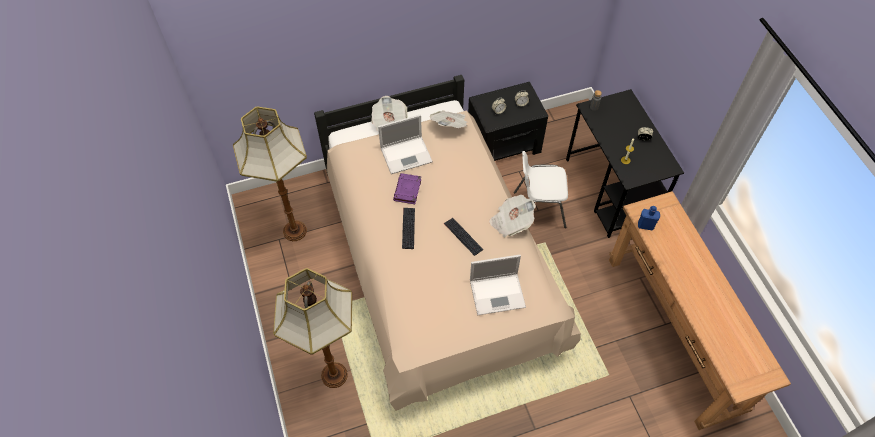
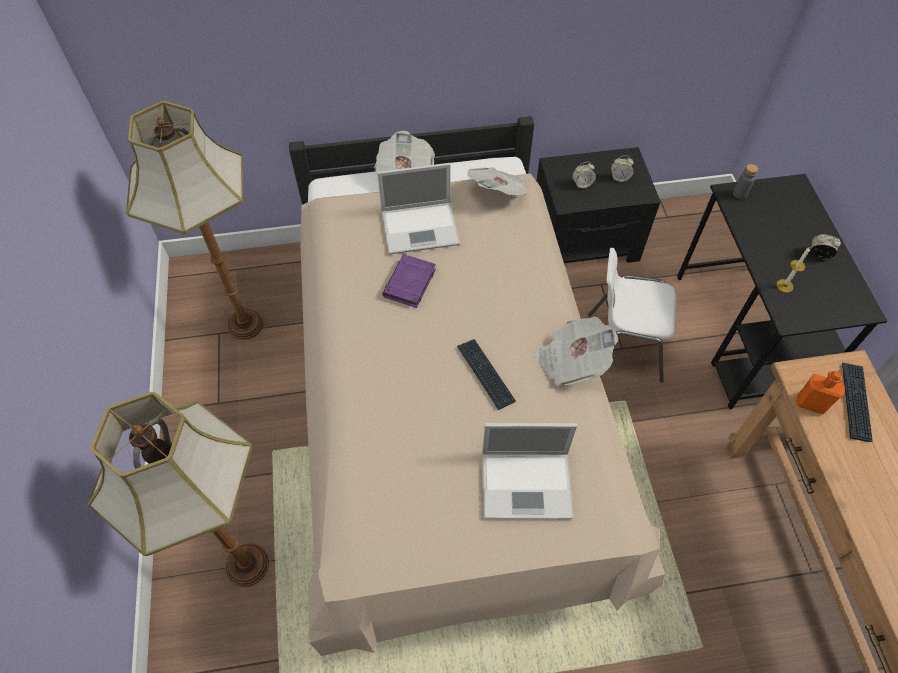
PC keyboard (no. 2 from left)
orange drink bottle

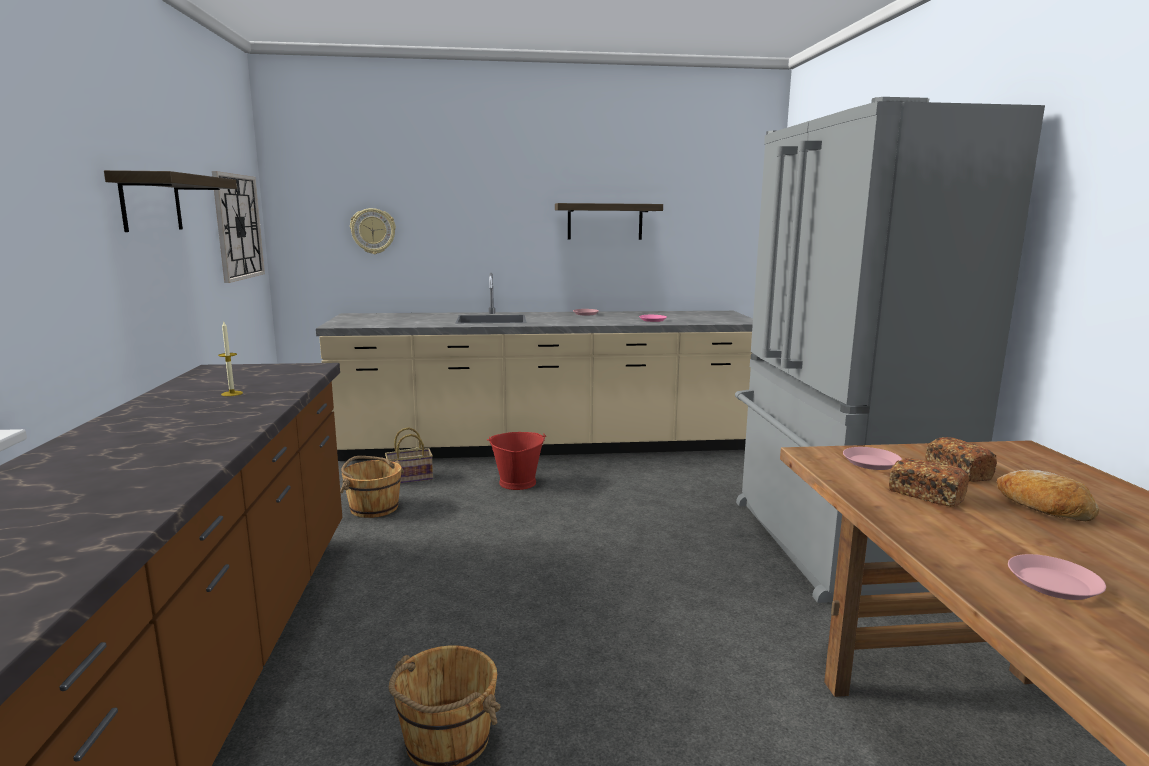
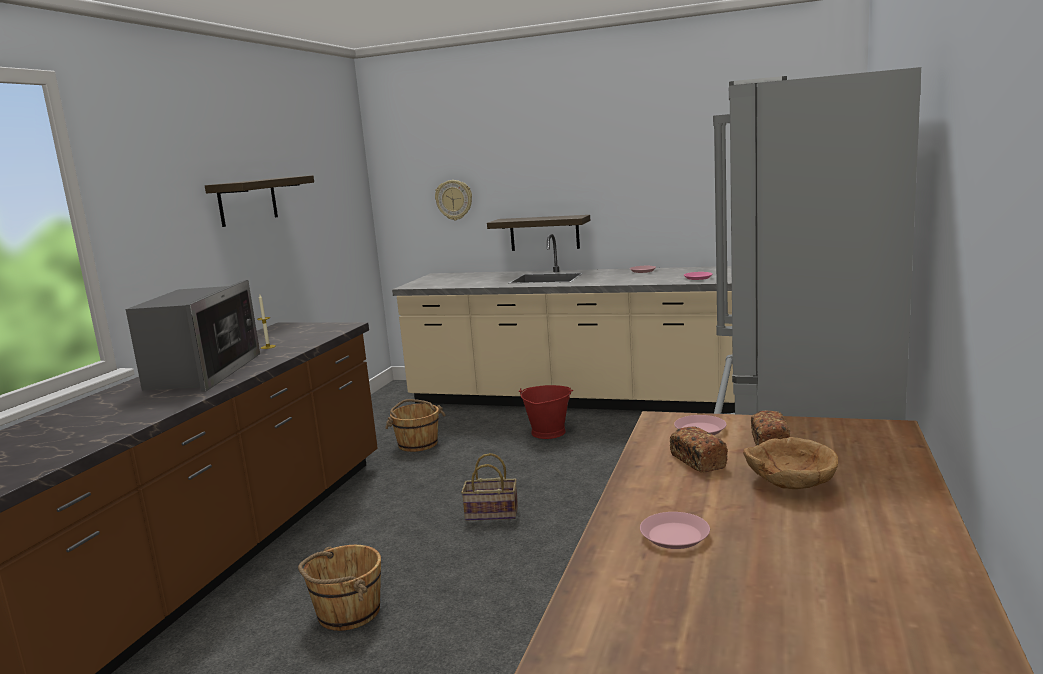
hanging clock (no. 1 from left in the first image)
kitchen microwave
household basket
wall shelf (no. 2 from left)
brownish deep dish

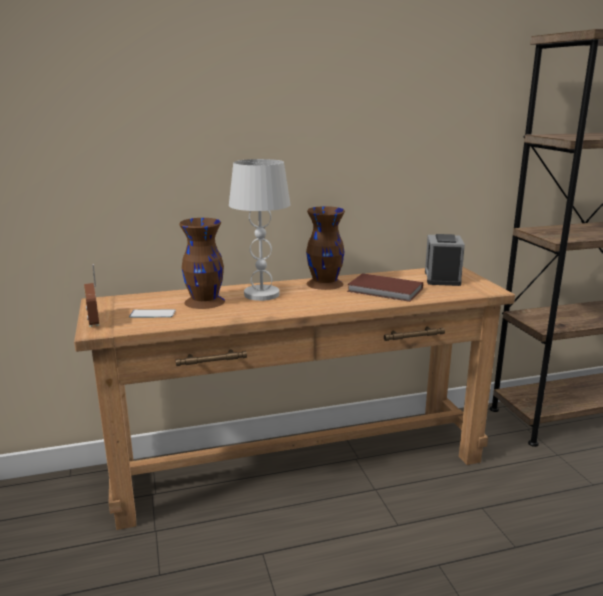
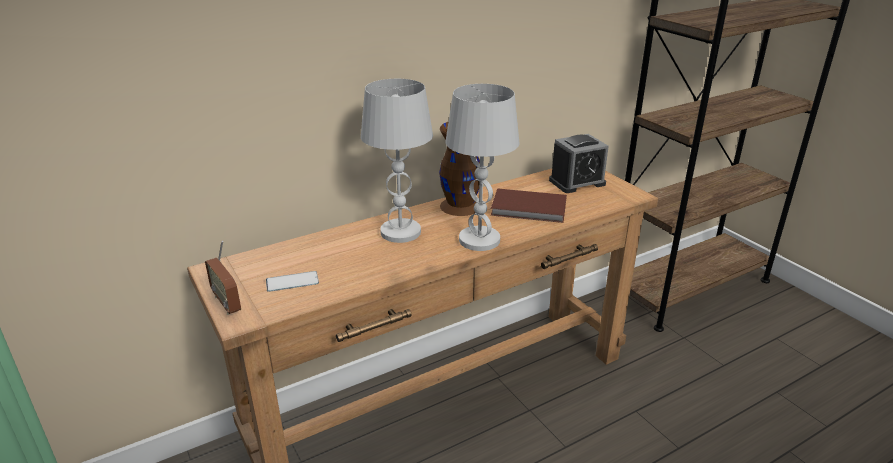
brownish flower vase (no. 1 from left in the first image)
white-coloured lamp for a table (no. 2 from left)
table clock

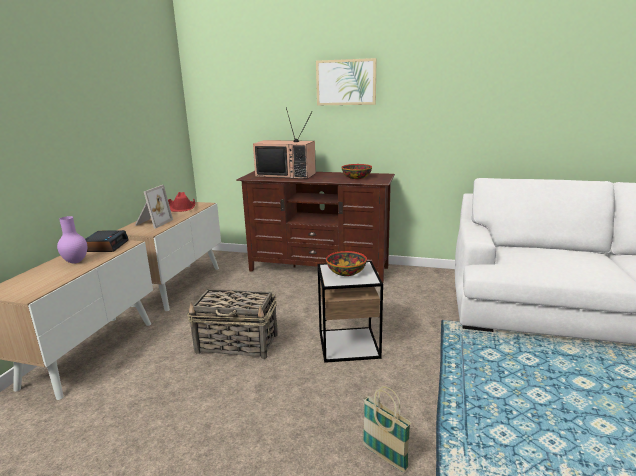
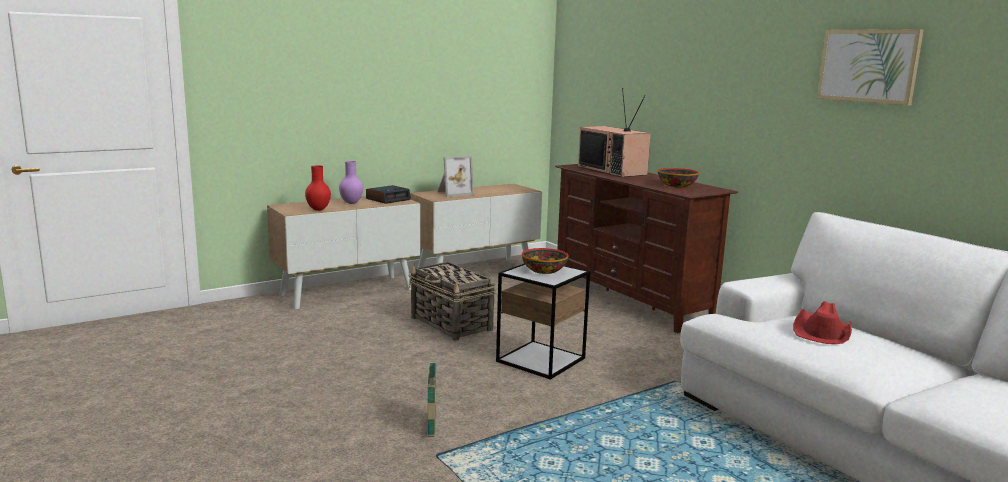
red-coloured flower vase
red-coloured hat
wall picture

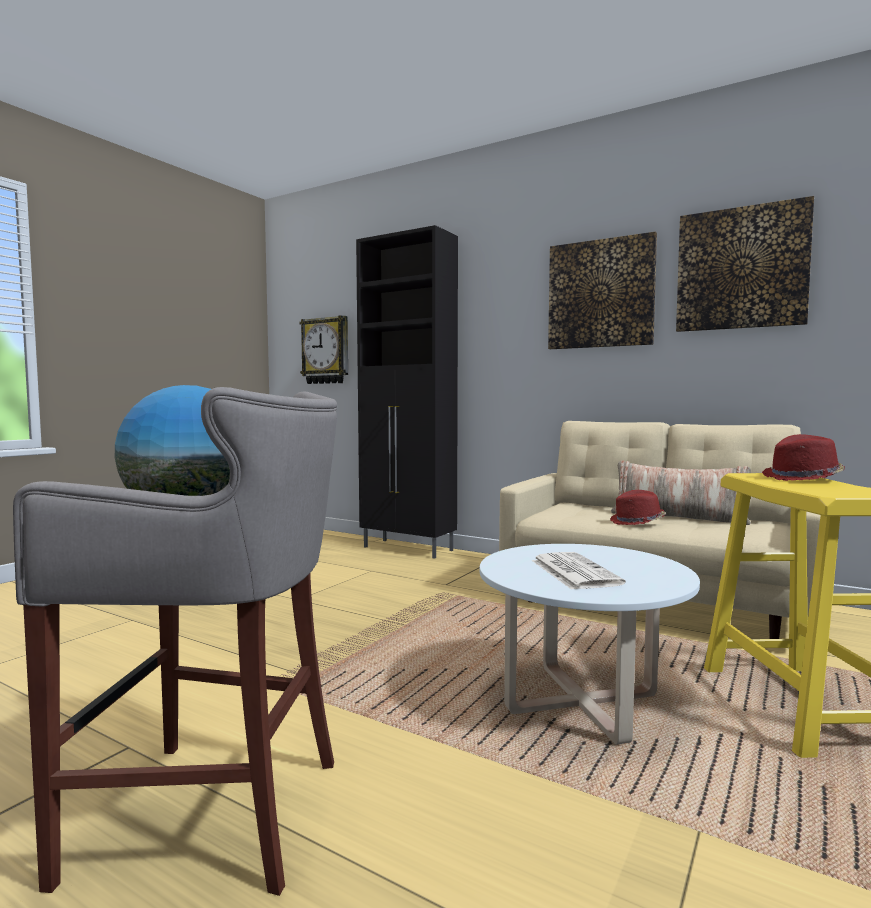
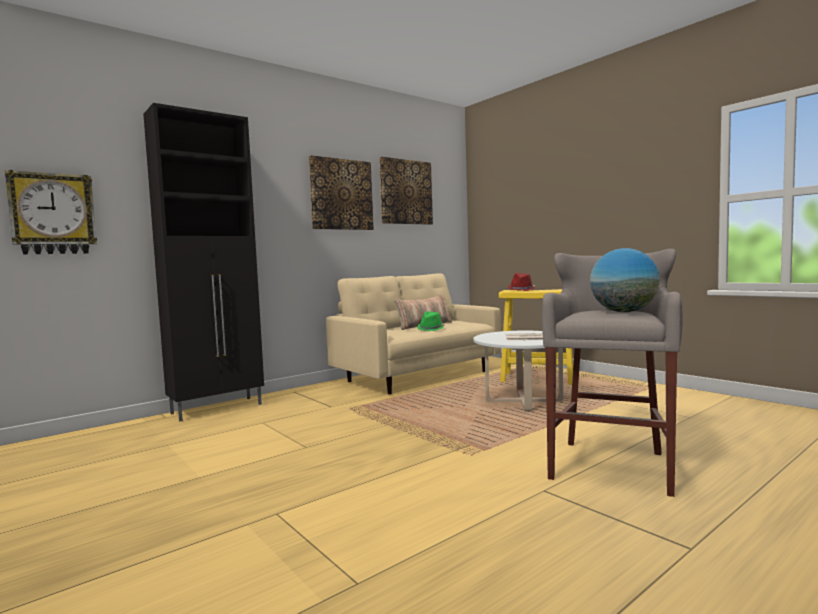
green hat

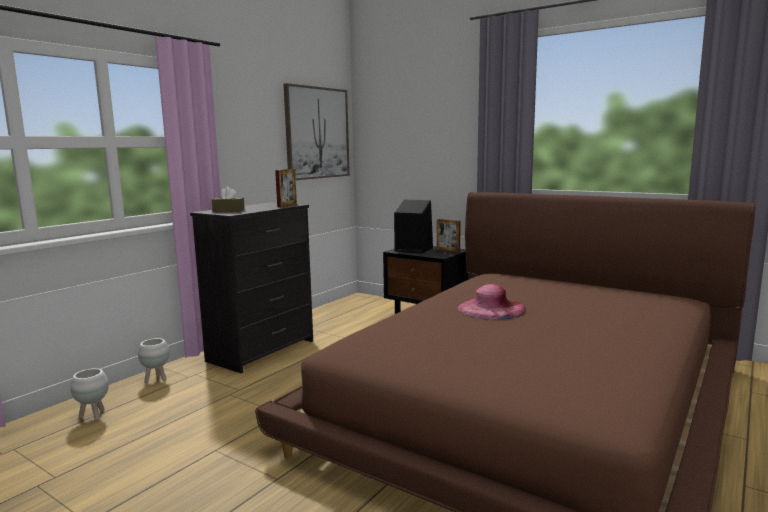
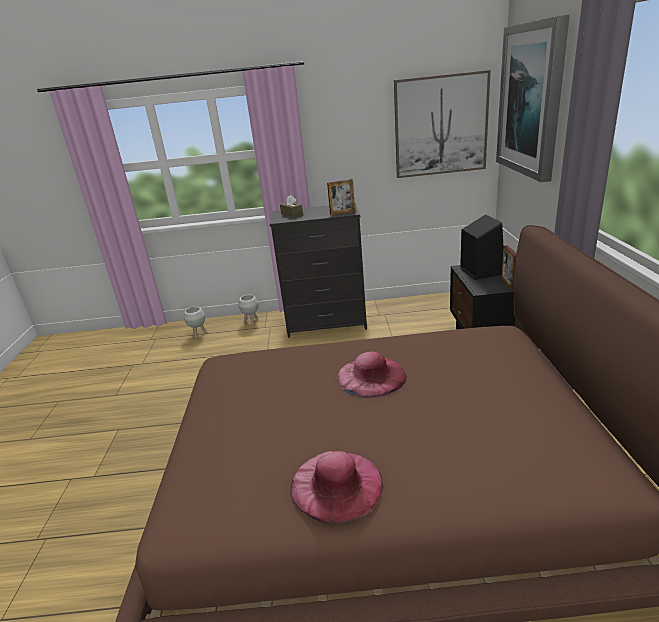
pinkish hat (no. 1 from left)
wall picture (no. 2 from left)

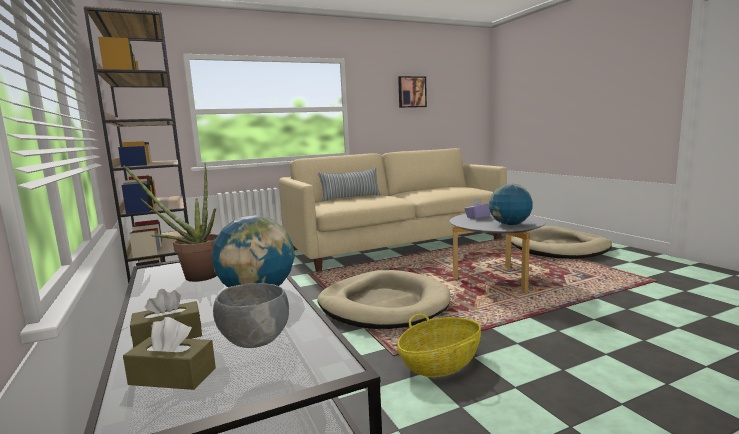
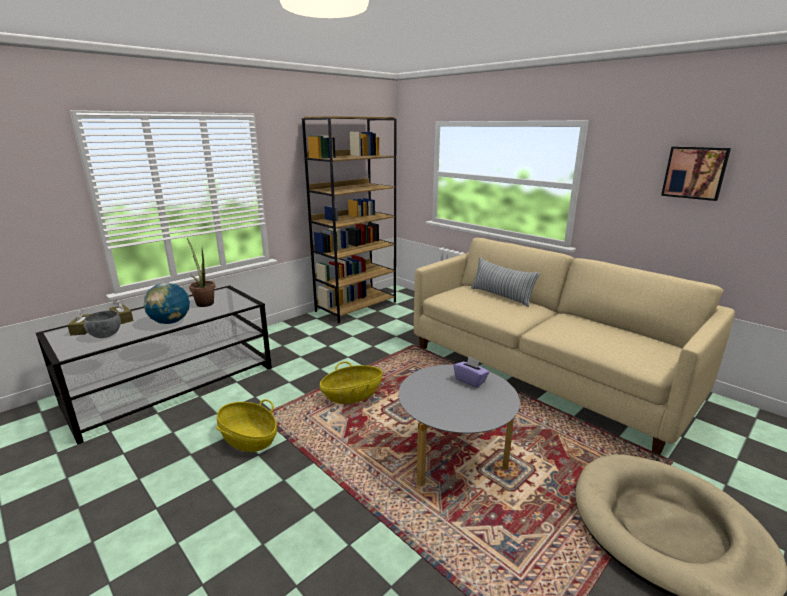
world globe (no. 2 from left in the first image)
household basket (no. 2 from left)

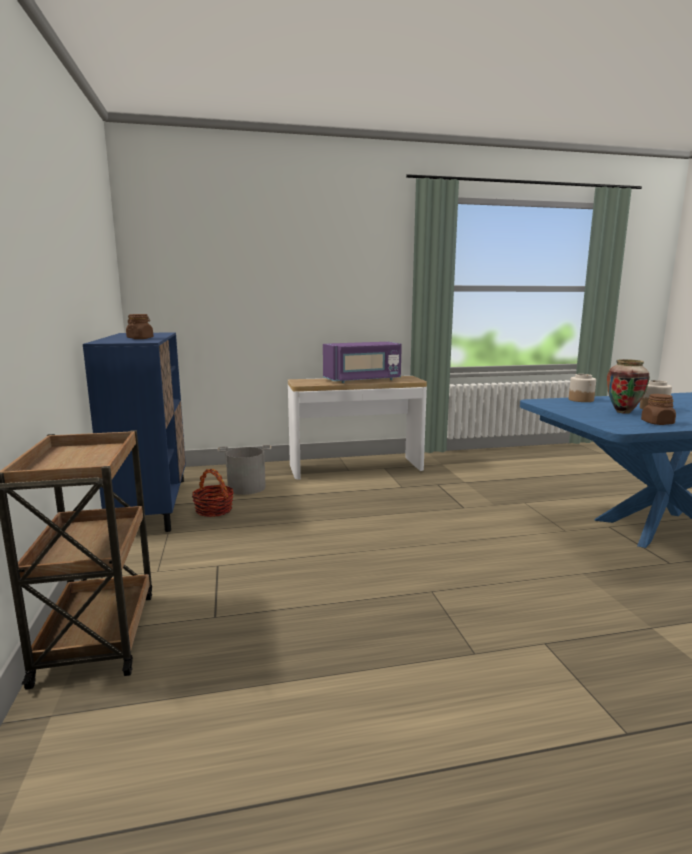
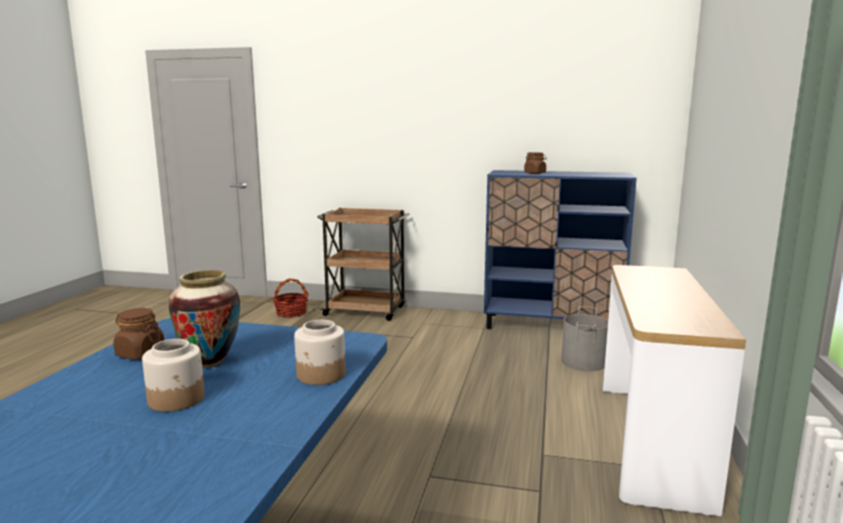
purplish kitchen microwave
household basket

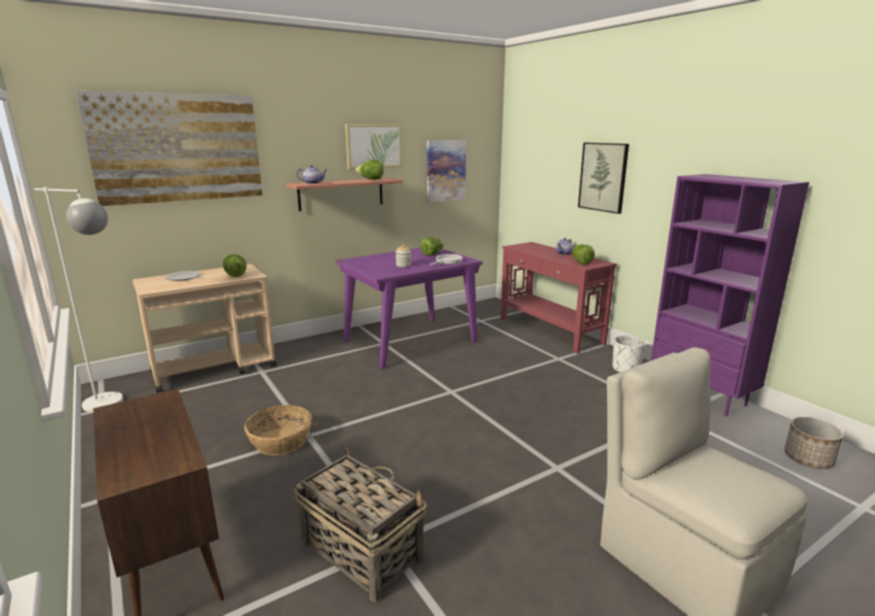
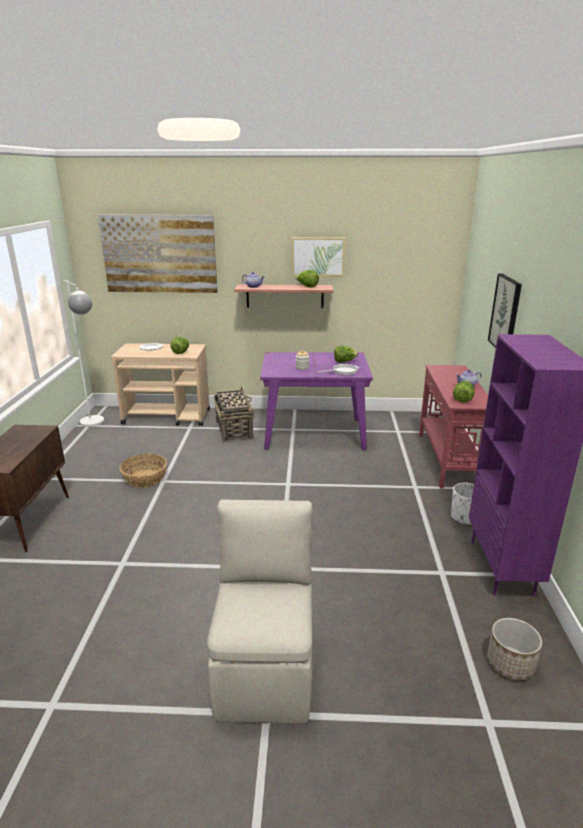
wall picture (no. 3 from left in the first image)
household basket (no. 2 from left)

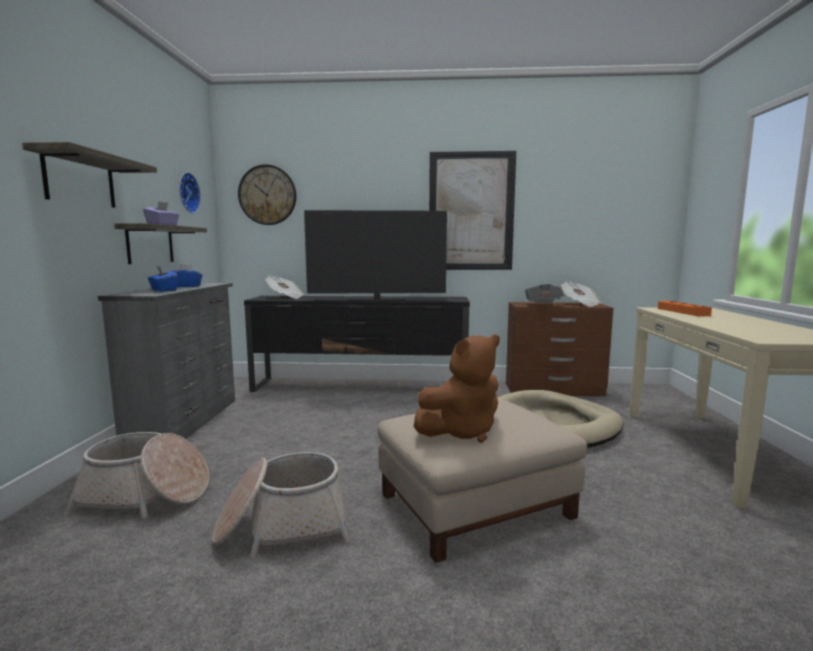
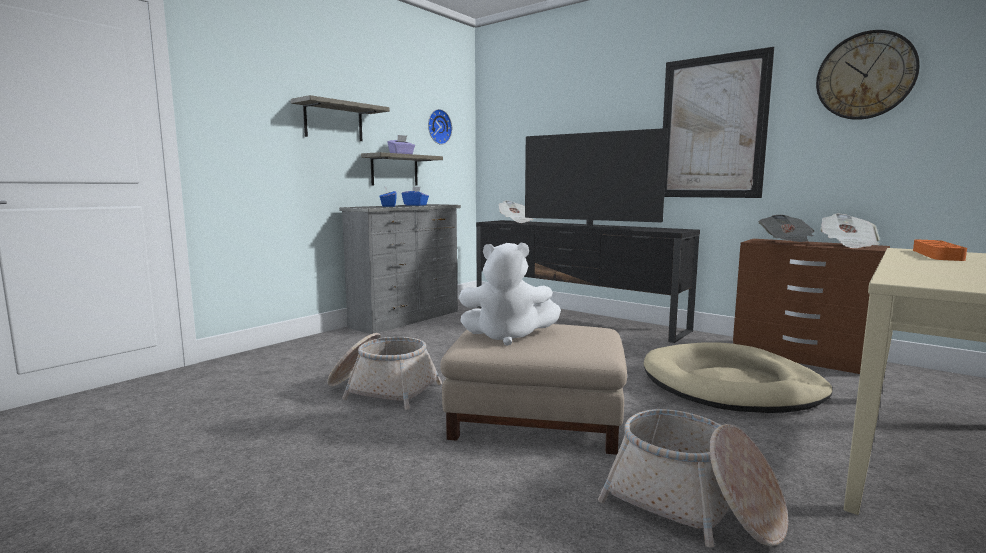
household basket (no. 2 from left)
hanging clock (no. 2 from left)
white-coloured plush toy

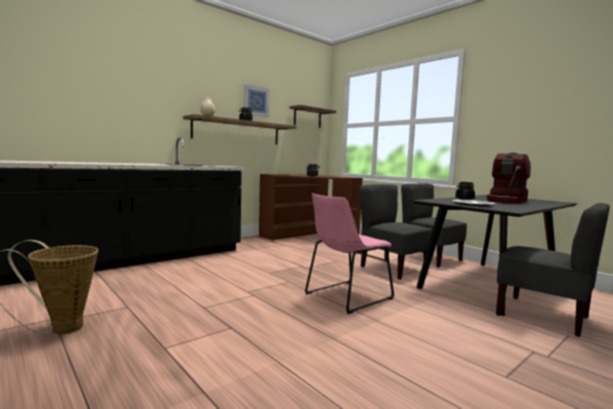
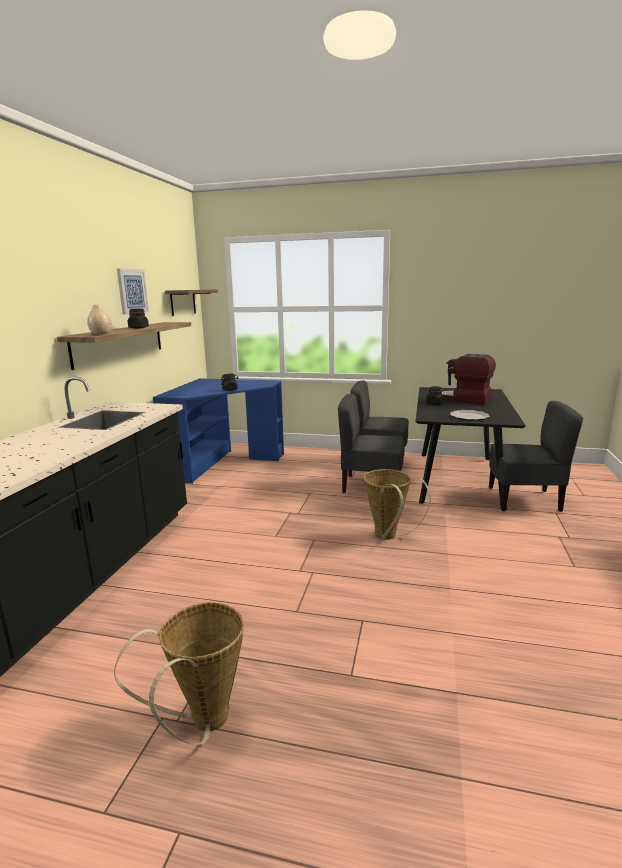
household basket (no. 2 from left)
bluish desk unit
coffee maker

